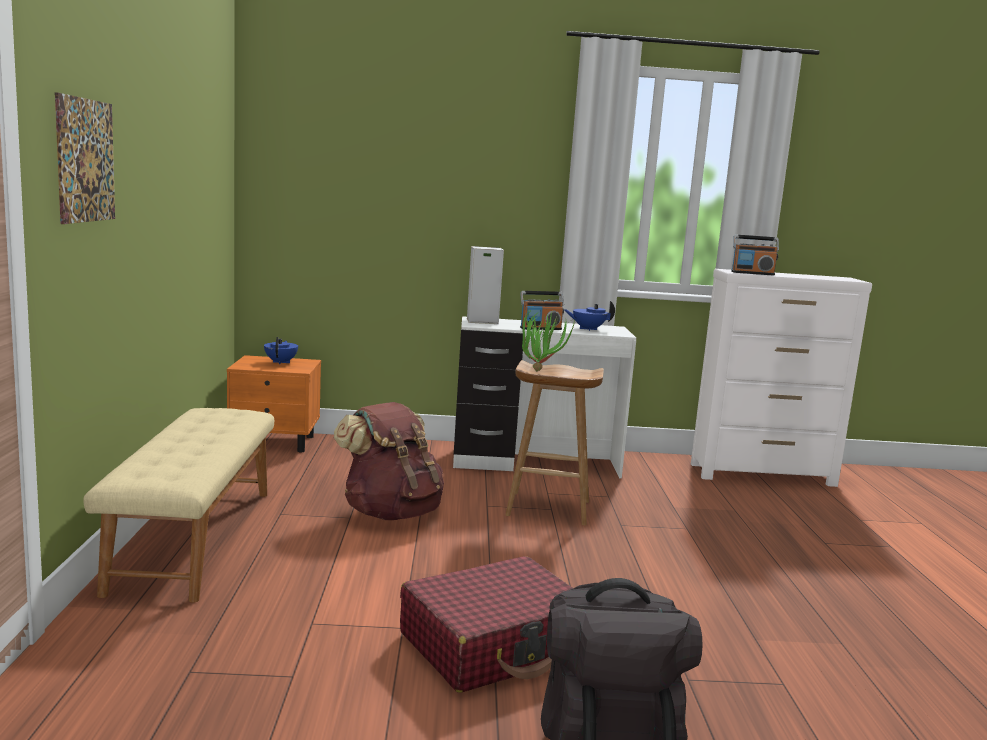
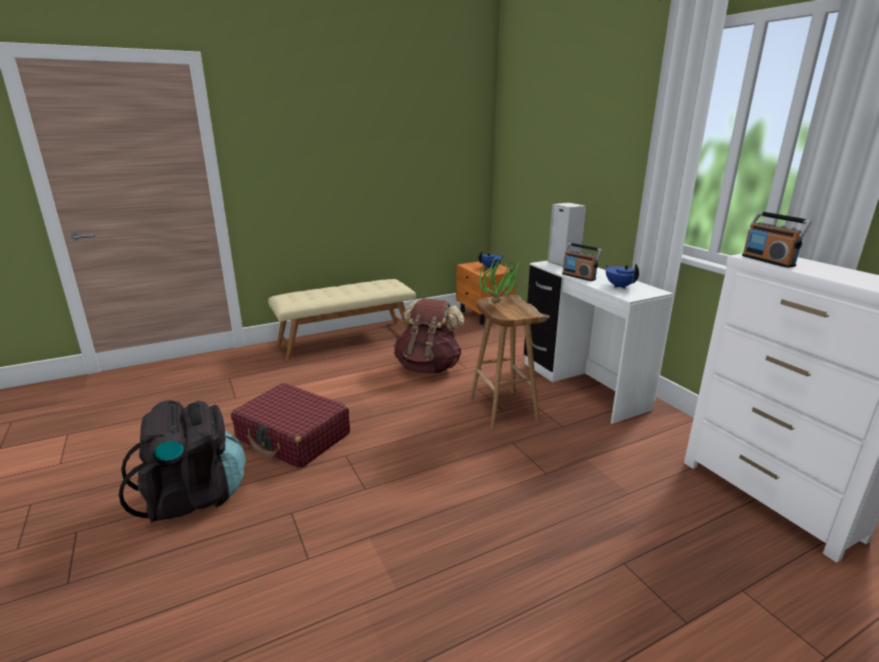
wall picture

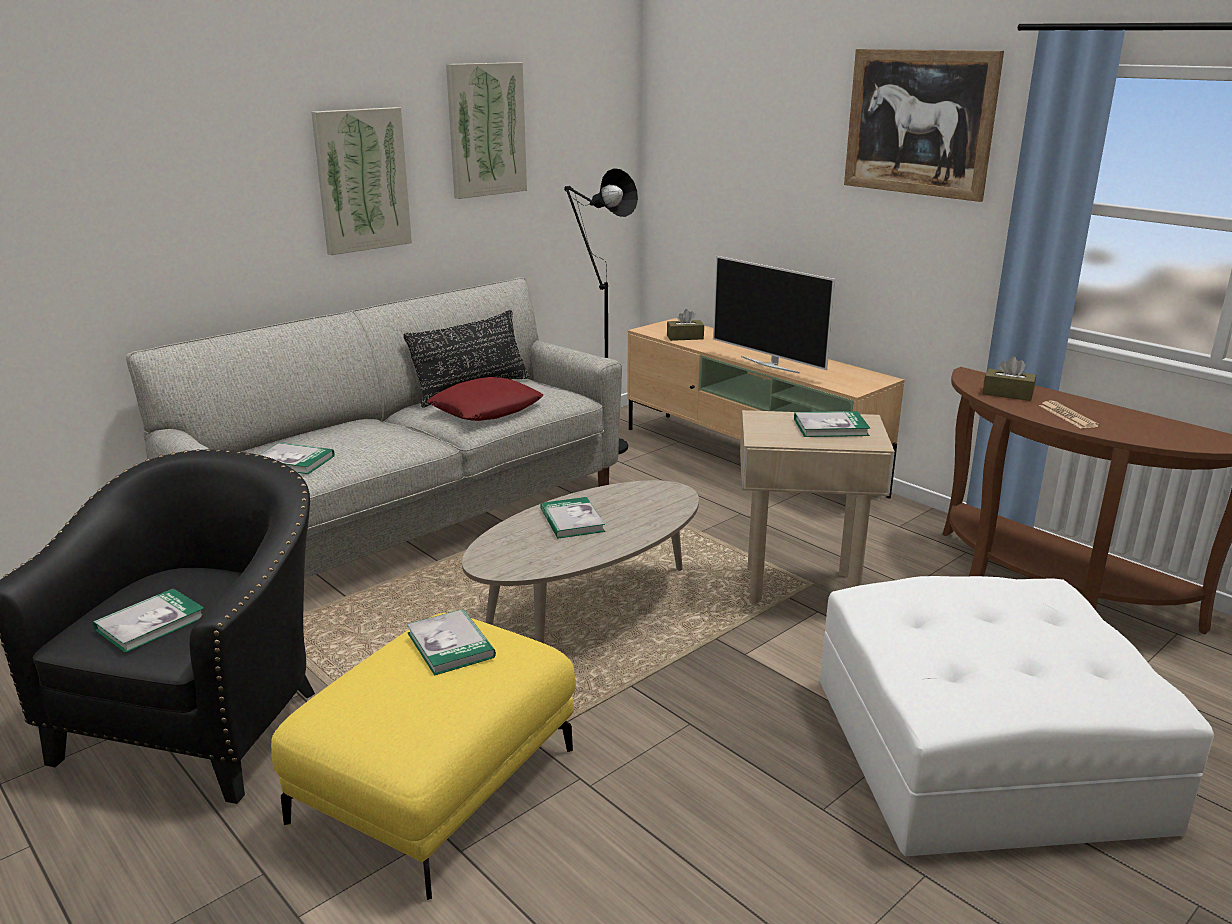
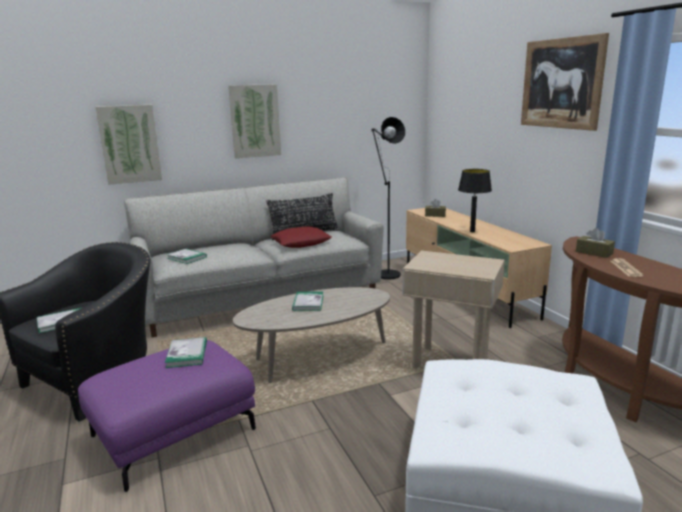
book (no. 5 from left in the first image)
wall picture (no. 1 from left)
black-coloured lamp for a table
purplish pouffe

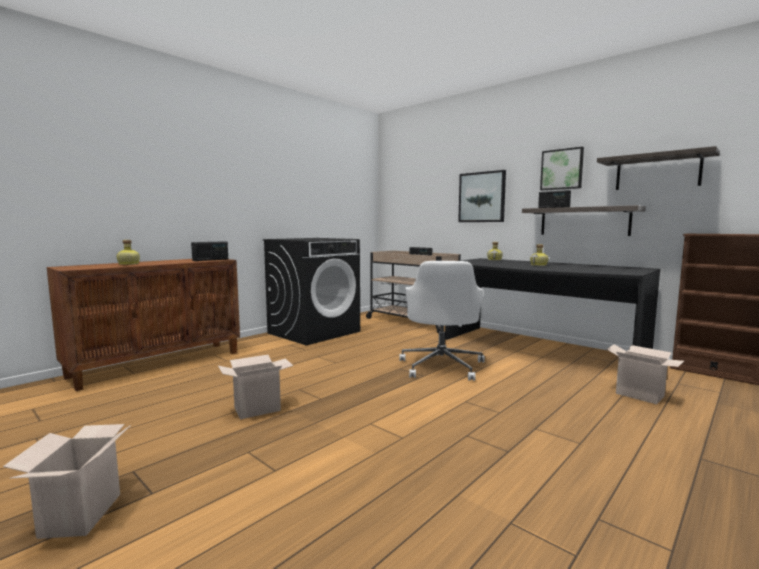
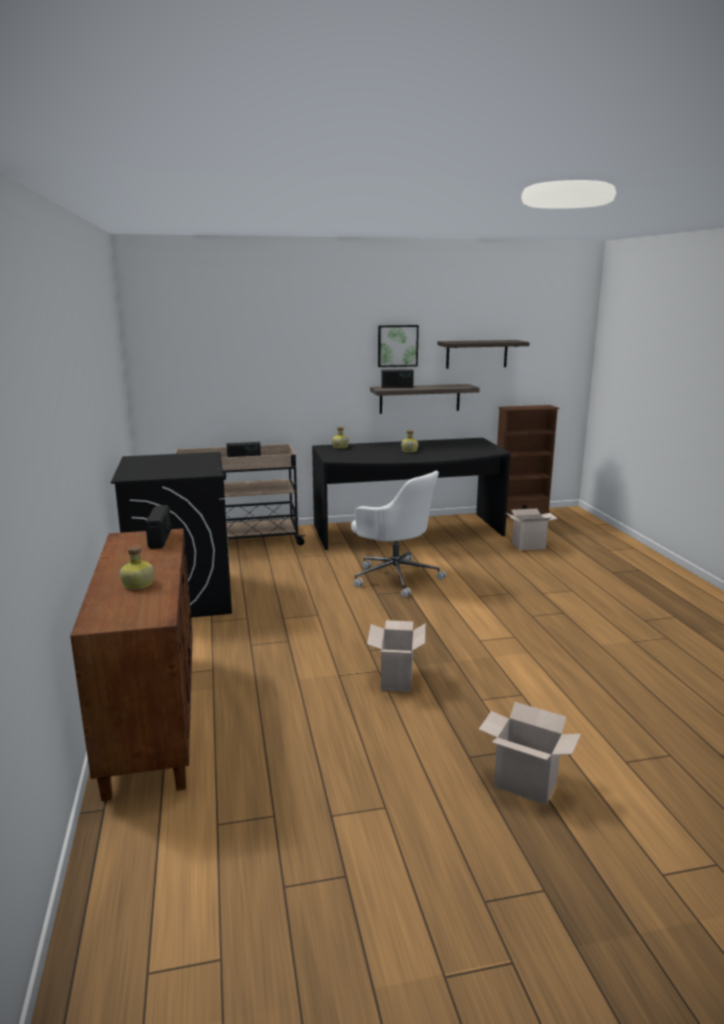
wall picture (no. 1 from left in the first image)

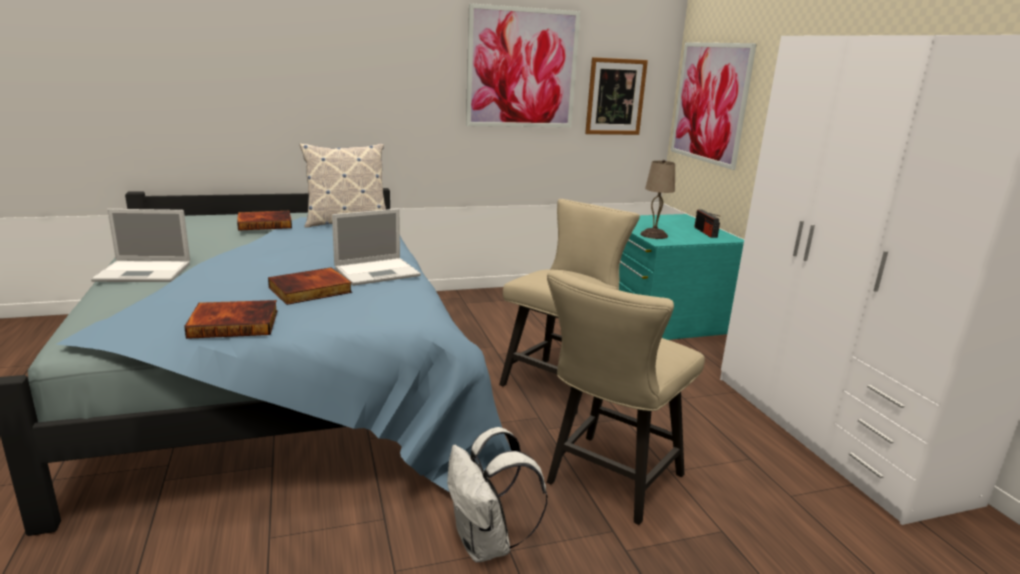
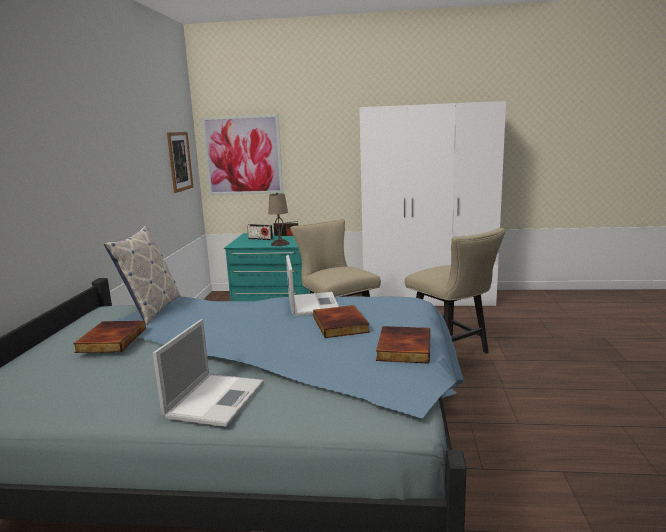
white-coloured backpack
wall picture (no. 1 from left in the first image)
radio set (no. 1 from left)

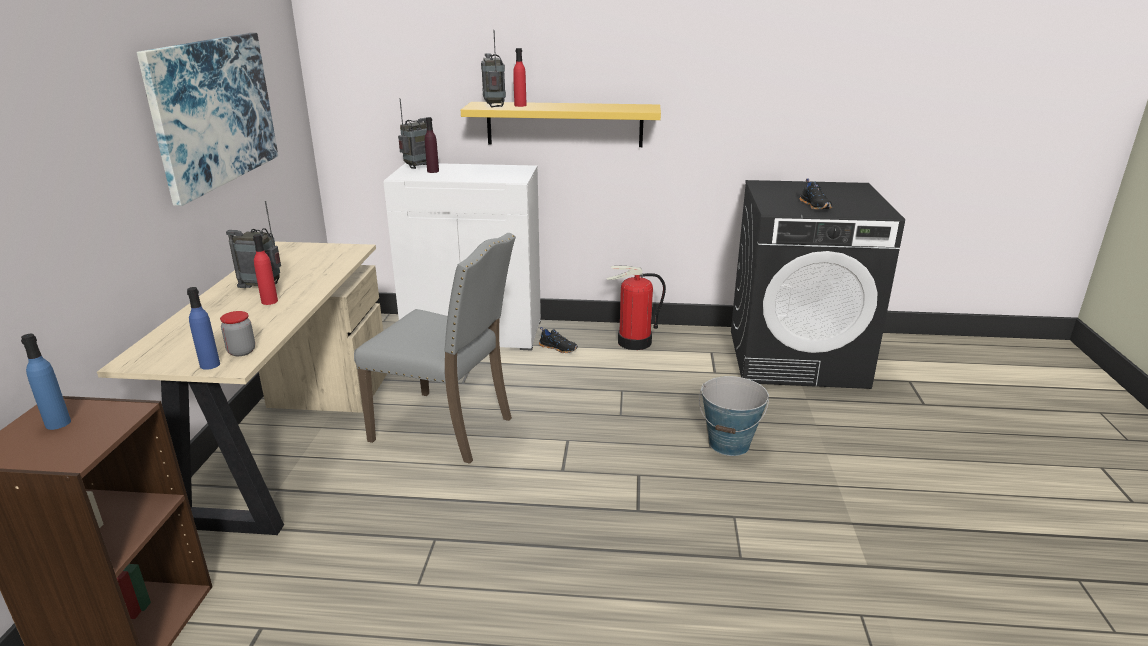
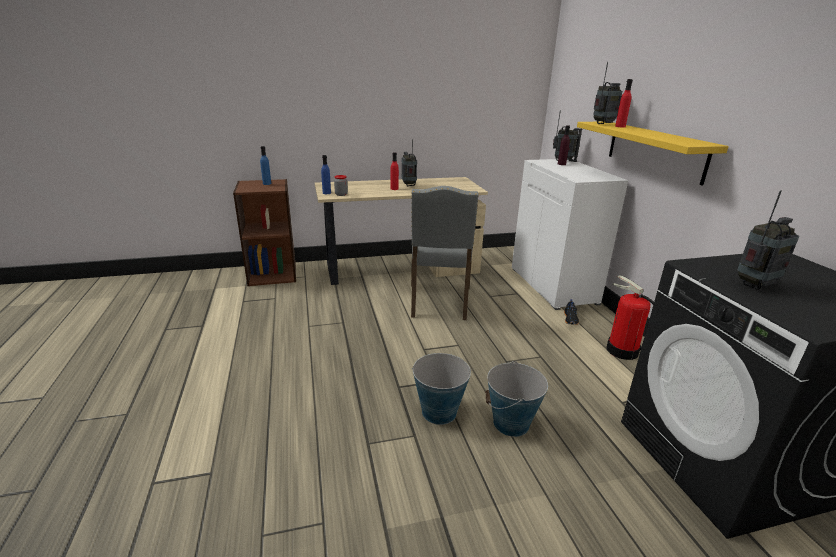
wall picture
pail (no. 1 from left)
radio set (no. 4 from left)

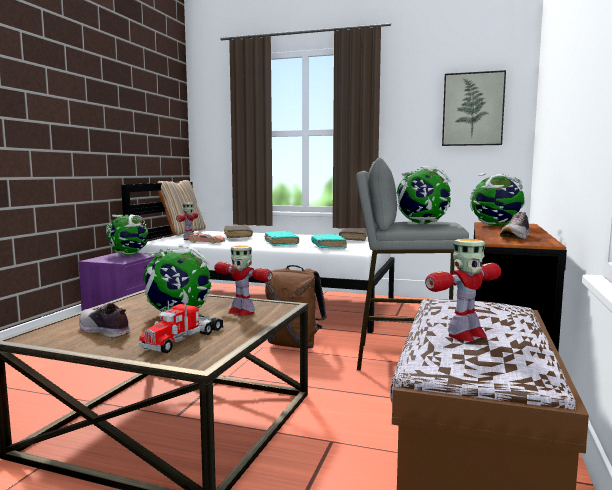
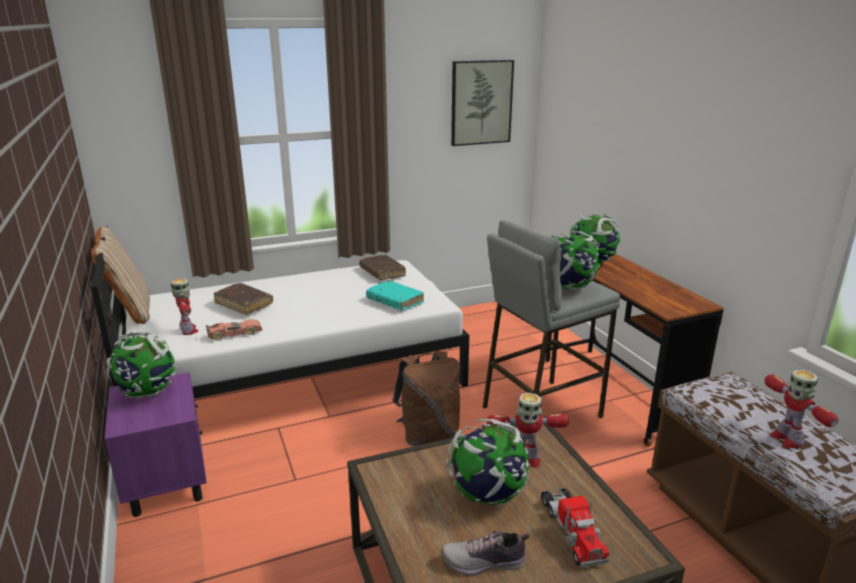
turquoise-coloured book (no. 1 from left in the first image)
shoe (no. 2 from left in the first image)
model robot (no. 3 from left)

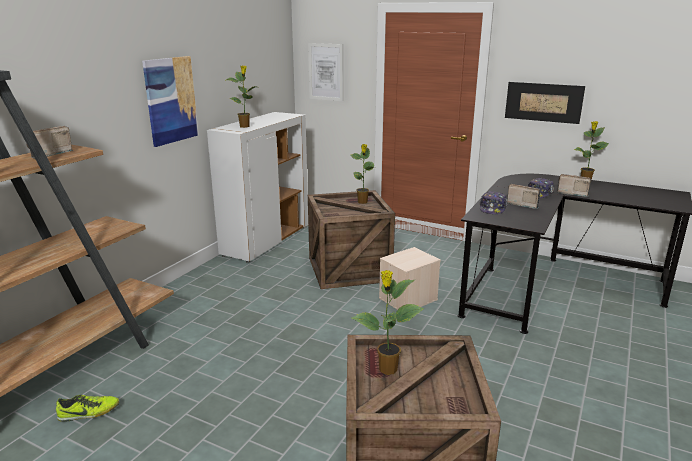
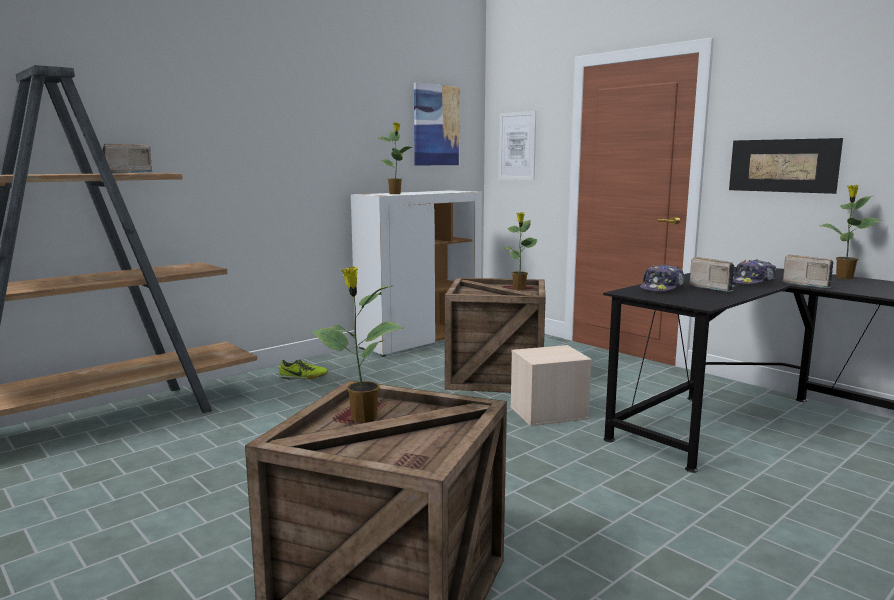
shoe
wall picture (no. 1 from left)

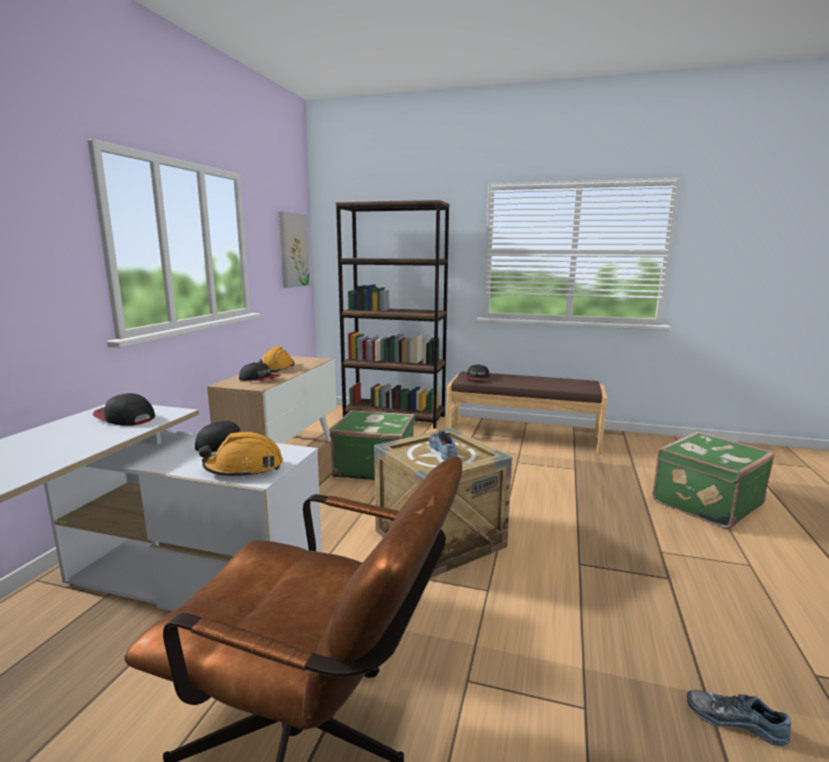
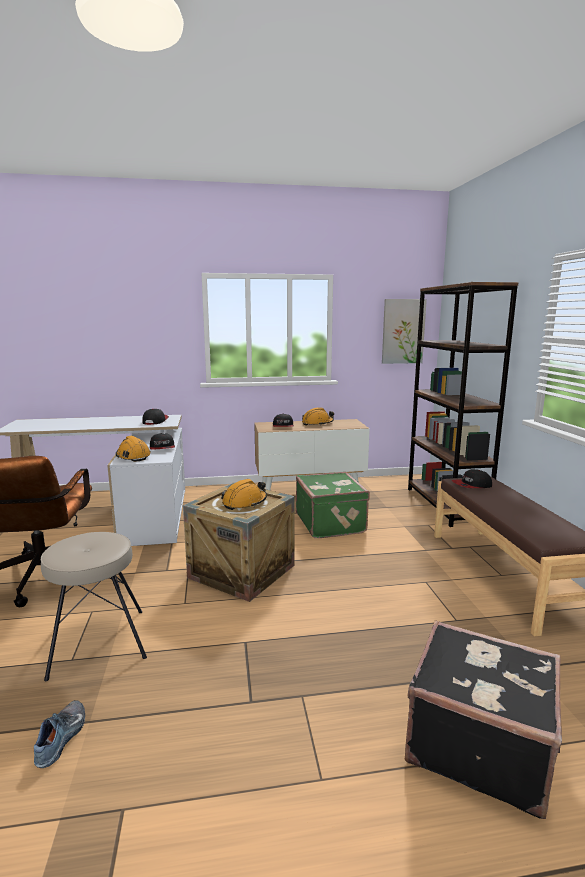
beige stool seat
orange hard hat (no. 2 from left)
black-coloured travel case

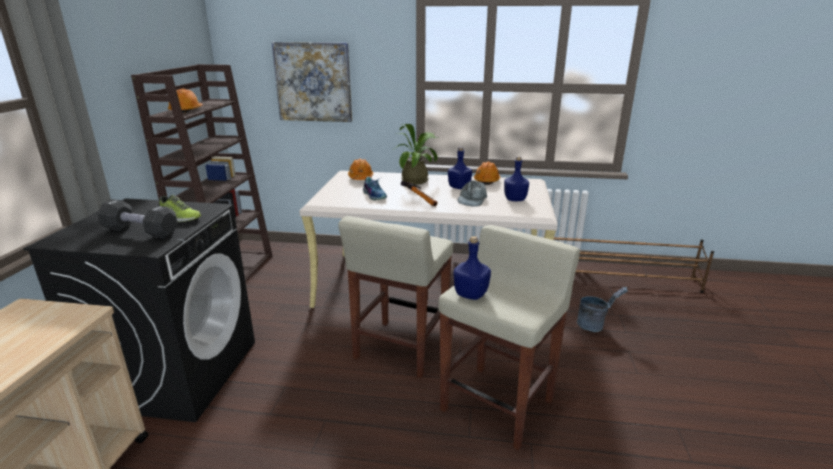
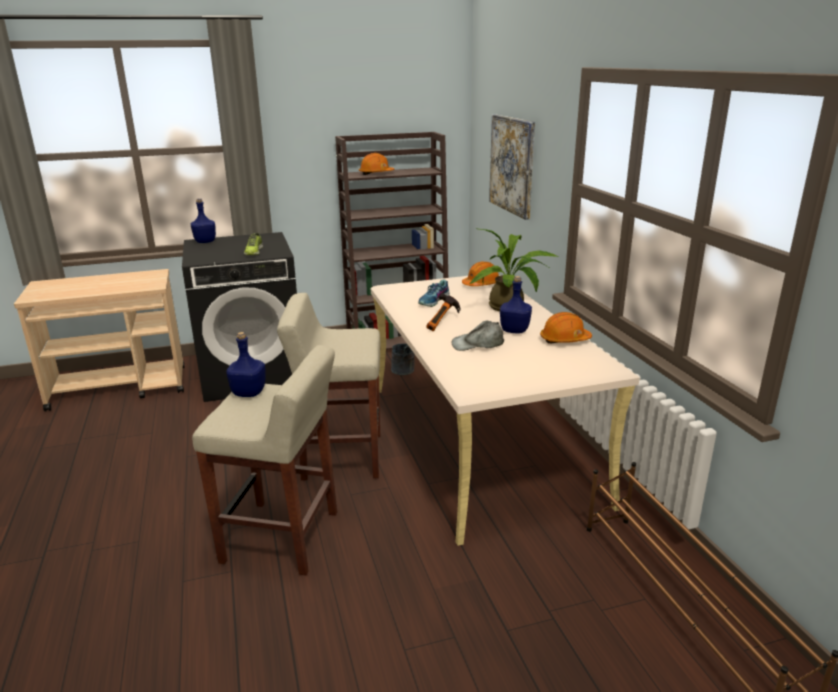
black-coloured free weight
bluish drink bottle (no. 1 from left)
greyish pail

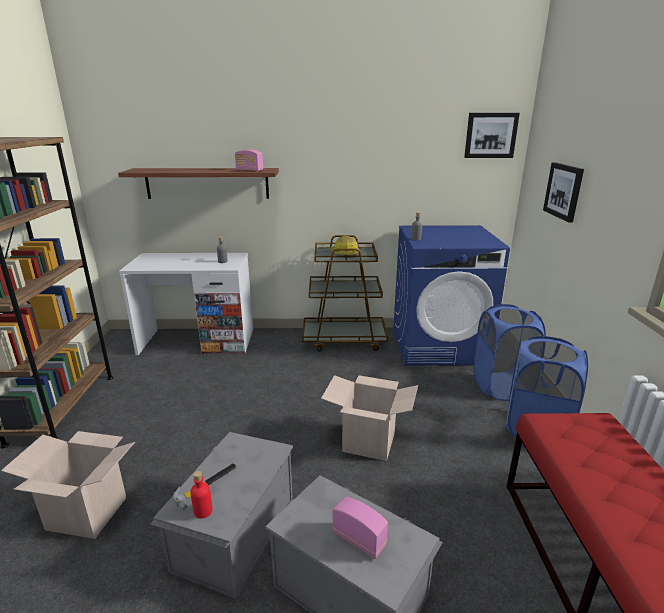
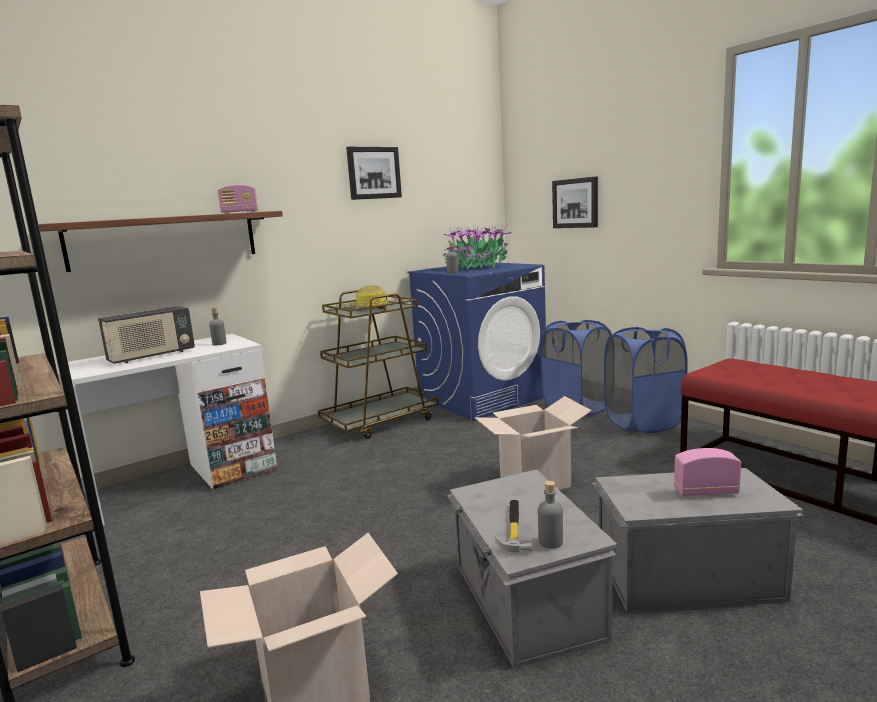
radio set (no. 1 from left)
plant in a pot
wall picture (no. 1 from left)
greyish drink bottle (no. 3 from left)

